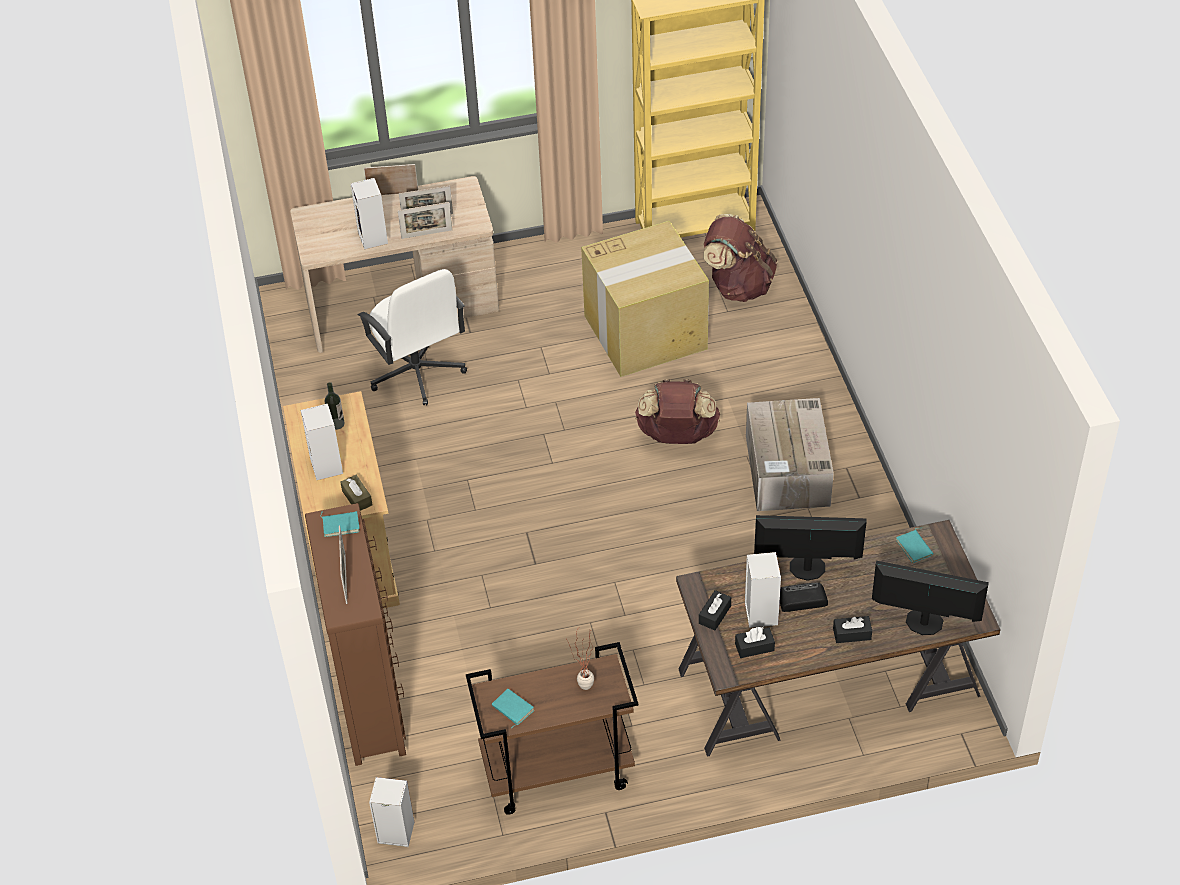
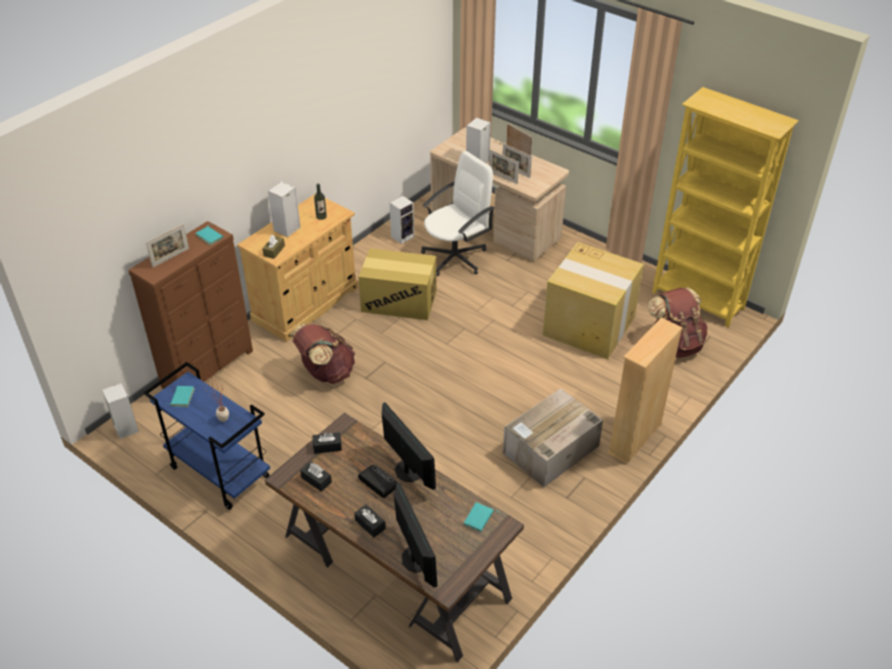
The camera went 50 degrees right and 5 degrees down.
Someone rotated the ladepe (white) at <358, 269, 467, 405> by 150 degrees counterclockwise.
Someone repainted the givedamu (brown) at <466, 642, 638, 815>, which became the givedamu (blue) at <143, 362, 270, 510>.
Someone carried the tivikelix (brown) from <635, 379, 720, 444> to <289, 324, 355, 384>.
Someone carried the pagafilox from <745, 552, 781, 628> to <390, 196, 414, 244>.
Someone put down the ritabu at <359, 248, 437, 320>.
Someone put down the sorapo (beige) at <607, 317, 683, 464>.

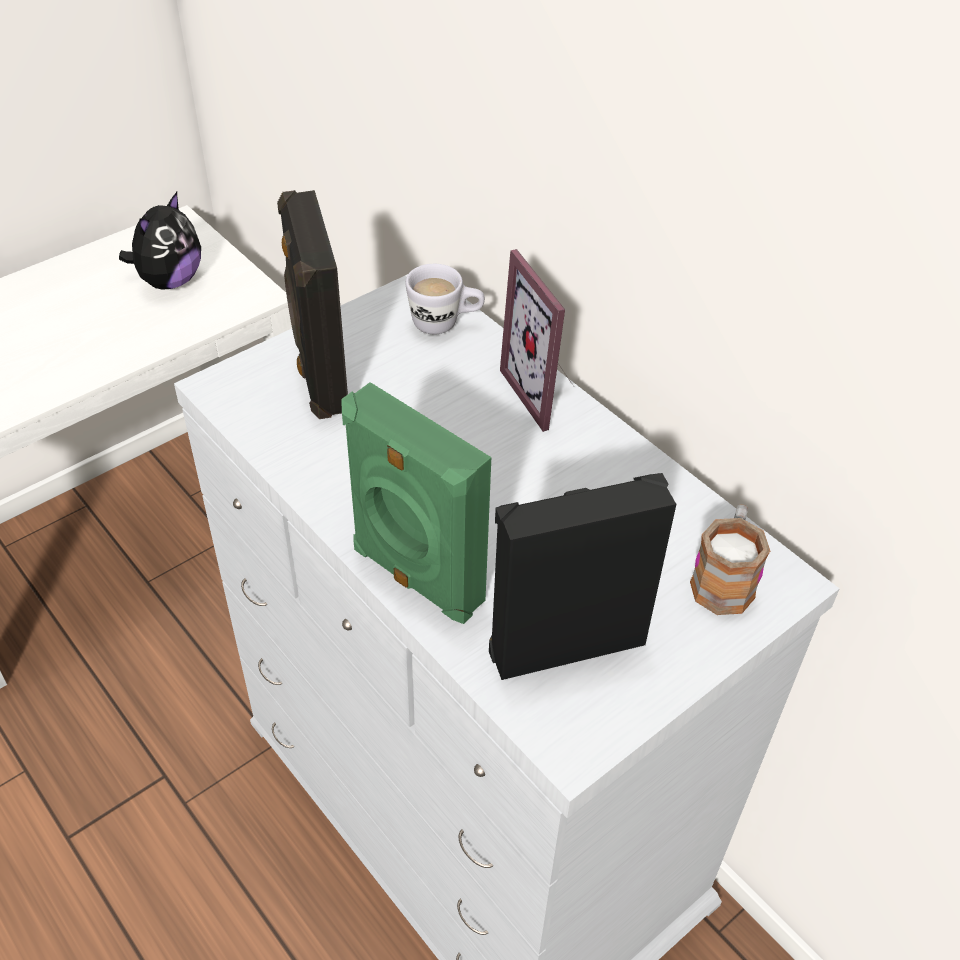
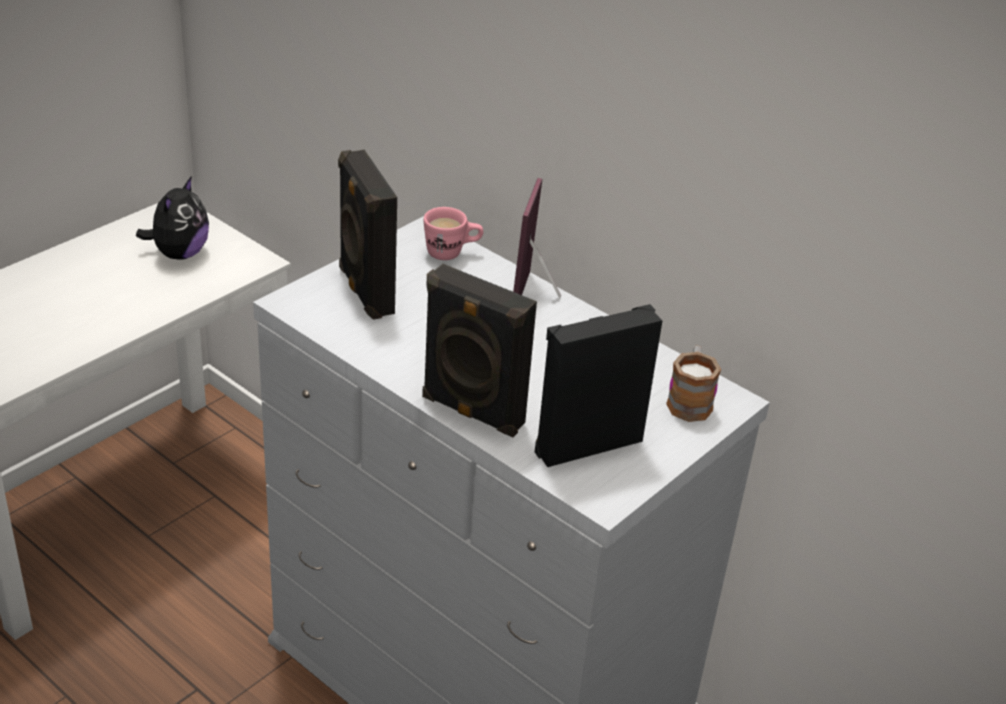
The camera went 10 degrees left and 10 degrees down.
Someone repainted the pagafilox (green) at <341, 382, 491, 624>, which became the pagafilox (black) at <422, 264, 537, 437>.
Someone repainted the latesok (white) at <406, 264, 485, 334>, which became the latesok (pink) at <423, 207, 483, 260>.
Someone rotated the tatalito at <500, 249, 573, 432> by 45 degrees clockwise.

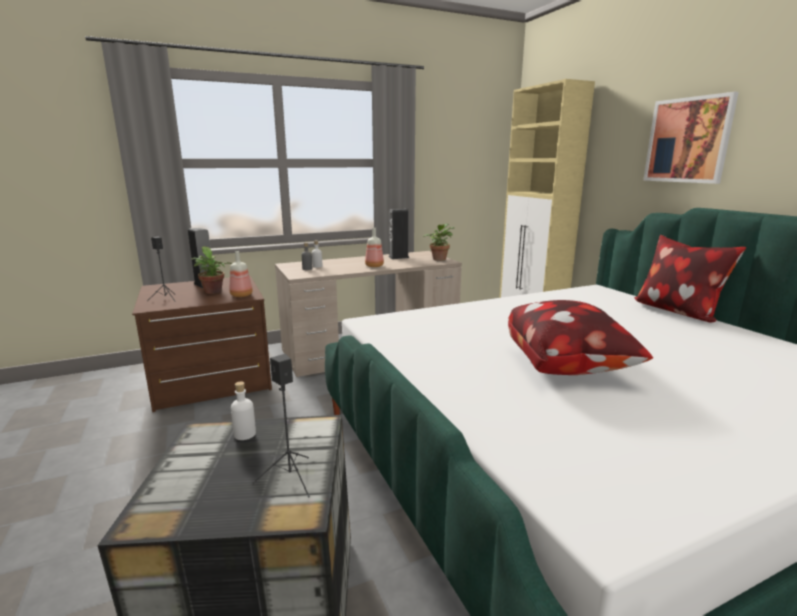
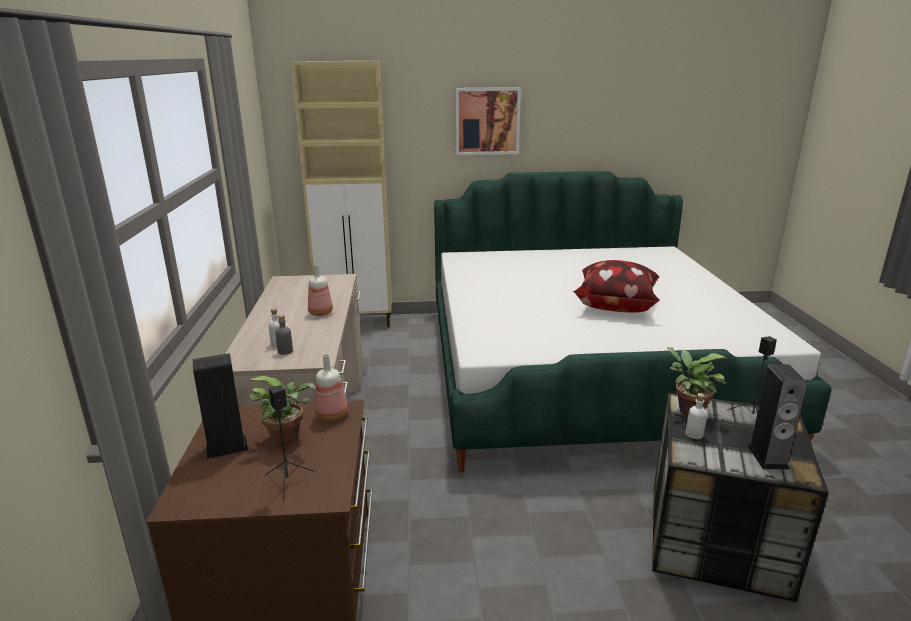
The camera went 70 degrees left and 5 degrees up.
Someone carried the pagafilox from <388, 209, 409, 259> to <748, 364, 807, 470>.
Someone carried the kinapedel from <423, 224, 454, 261> to <666, 347, 727, 416>.
Someone took away the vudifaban at <634, 235, 746, 322>.

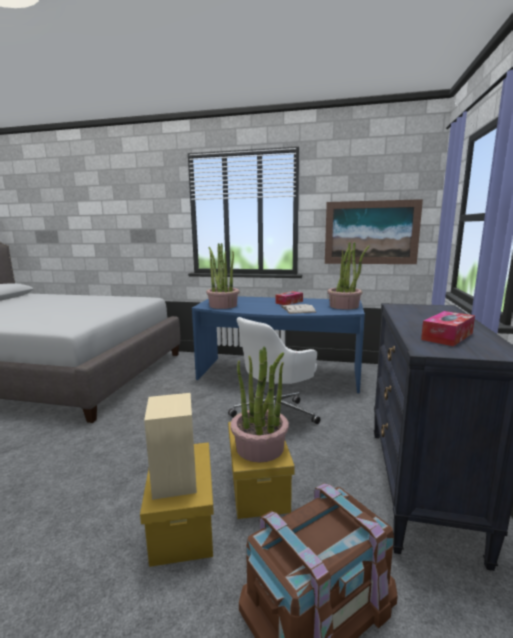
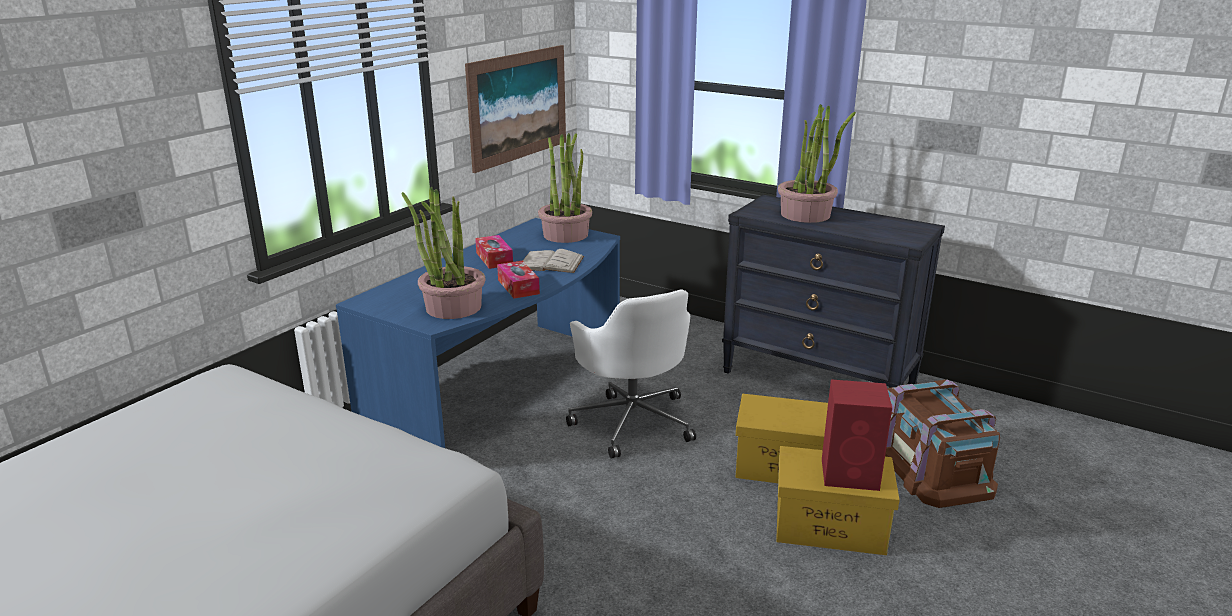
The camera went 70 degrees left and 10 degrees up.
Someone repainted the pagafilox (beige) at <144, 393, 197, 500>, which became the pagafilox (red) at <822, 379, 892, 491>.
Someone carried the kinapedel from <230, 347, 289, 463> to <778, 104, 856, 223>.
Someone carried the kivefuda from <421, 311, 475, 346> to <497, 261, 540, 299>.

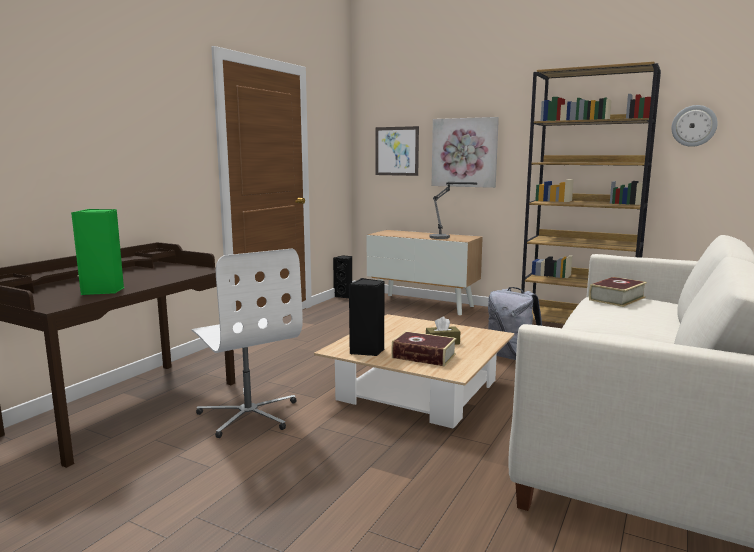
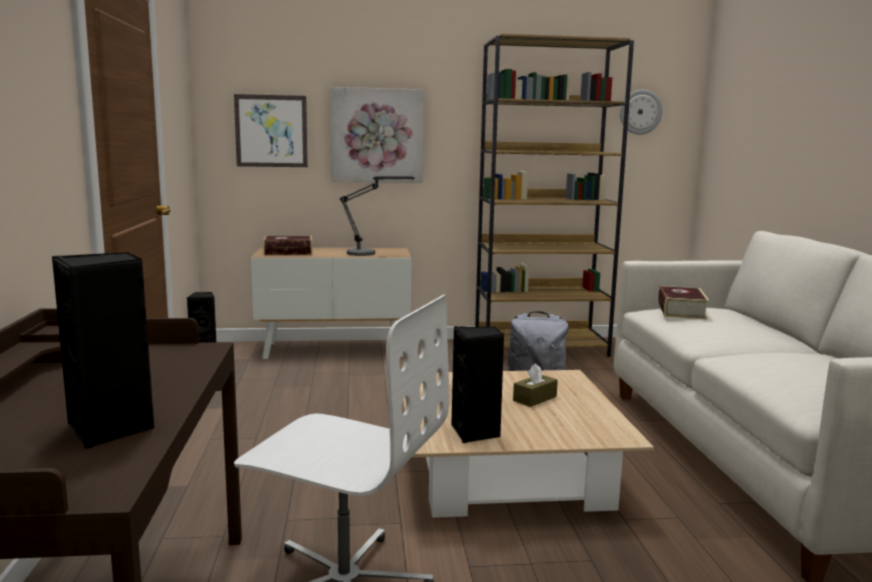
The camera went 35 degrees left and 0 degrees up.
Someone repainted the pagafilox (green) at <71, 209, 124, 295>, which became the pagafilox (black) at <52, 252, 154, 449>.
Someone carried the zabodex from <392, 331, 456, 366> to <263, 236, 312, 255>.

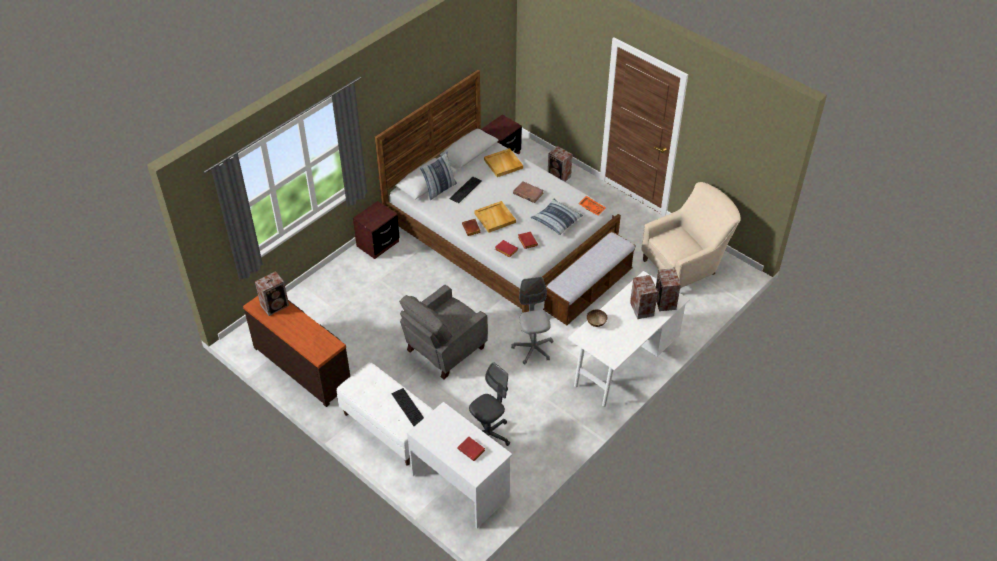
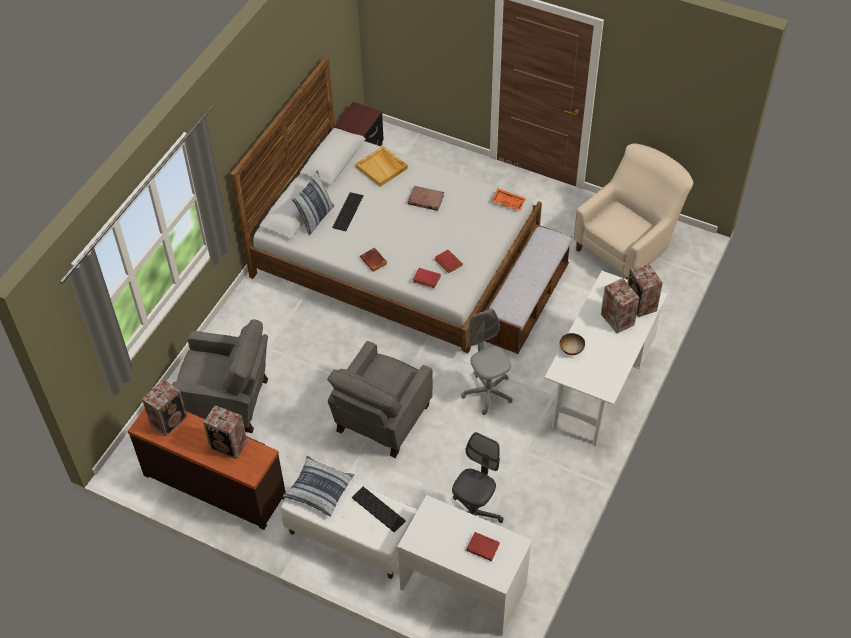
The camera went 15 degrees left and 5 degrees up.
Someone took away the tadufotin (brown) at <353, 201, 400, 259>.
Someone took away the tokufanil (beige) at <474, 201, 516, 233>.
Someone carried the vudifaban from <531, 199, 583, 235> to <282, 456, 354, 517>.
Someone carried the pagafilox from <548, 146, 573, 182> to <203, 405, 247, 459>.
Someone put down the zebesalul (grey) at <172, 319, 268, 433>.

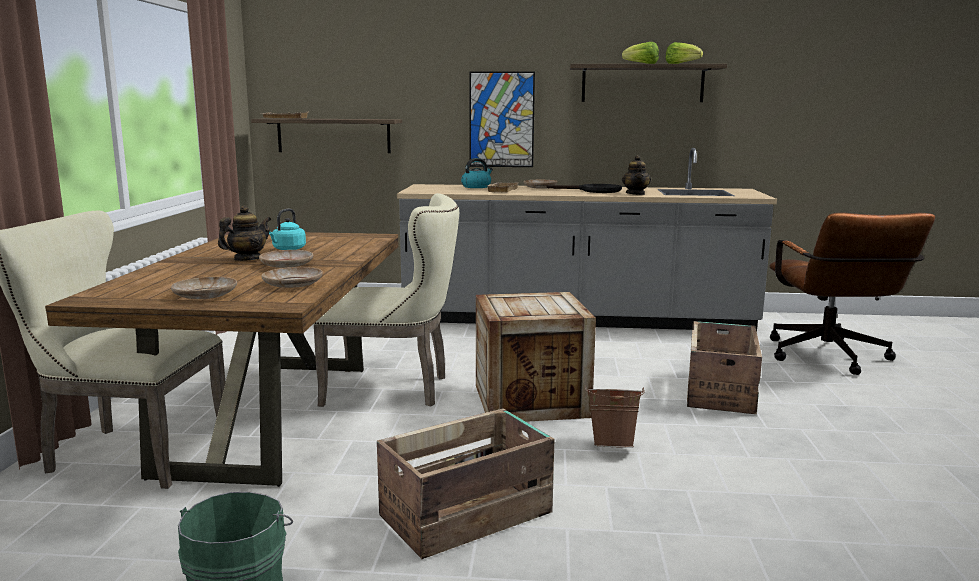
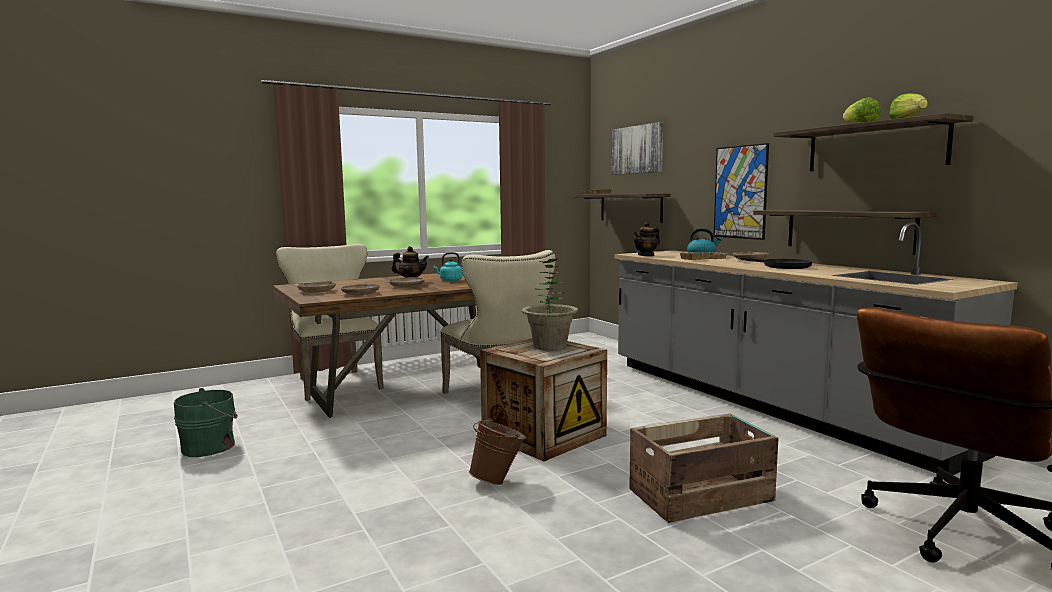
The camera went 55 degrees right and 5 degrees down.
Someone took away the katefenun at <377, 408, 554, 559>.
Someone carried the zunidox from <622, 155, 651, 195> to <633, 222, 660, 256>.
Someone put down the kinapedel at <521, 259, 578, 350>.
Someone put up the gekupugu at <612, 122, 663, 175>.
Someone put up the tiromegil at <753, 210, 938, 255>.

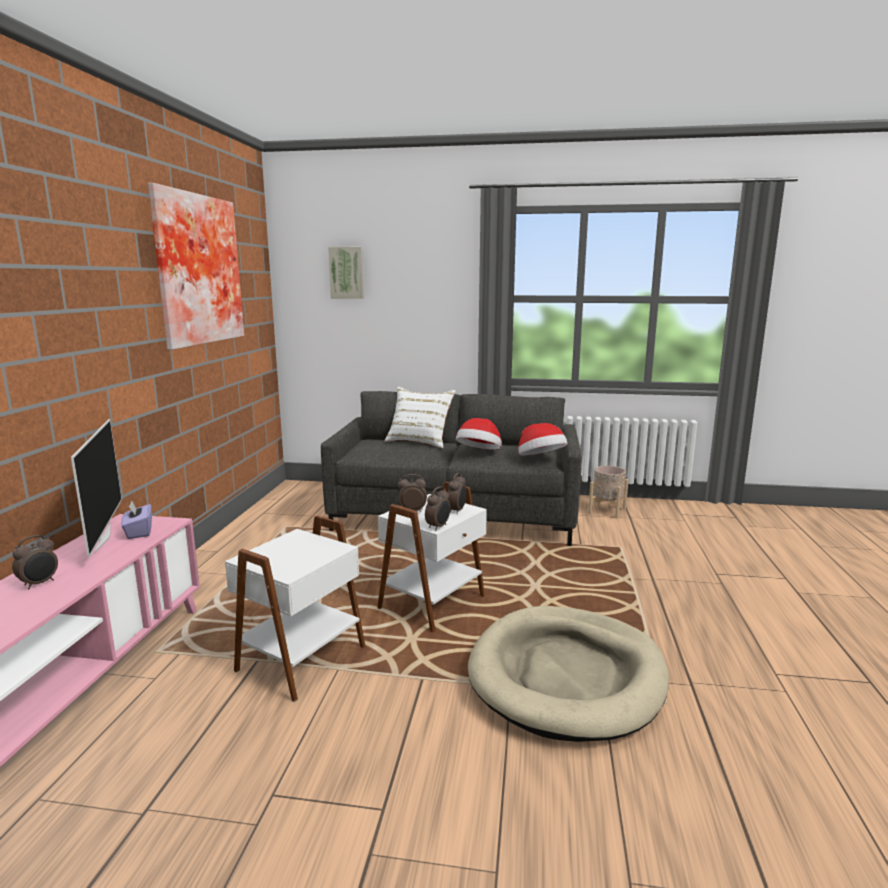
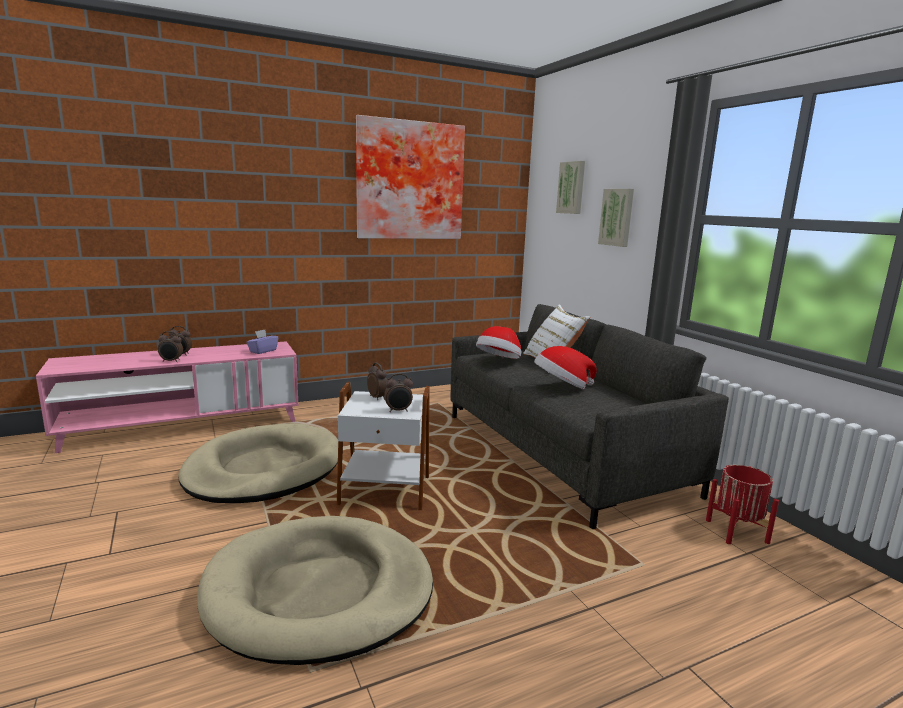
The camera went 55 degrees right and 0 degrees up.
Someone took away the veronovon at <71, 419, 122, 557>.
Someone swapped the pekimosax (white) at <225, 516, 365, 702> for the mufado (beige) at <178, 423, 338, 503>.
Someone carried the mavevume from <425, 487, 450, 531> to <158, 331, 183, 362>.
Someone carried the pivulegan from <518, 423, 568, 456> to <476, 326, 522, 359>.
Someone repainted the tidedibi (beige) at <588, 466, 628, 518>, which became the tidedibi (red) at <706, 465, 779, 544>.
Someone put up the gekupugu at <598, 189, 634, 247>.

